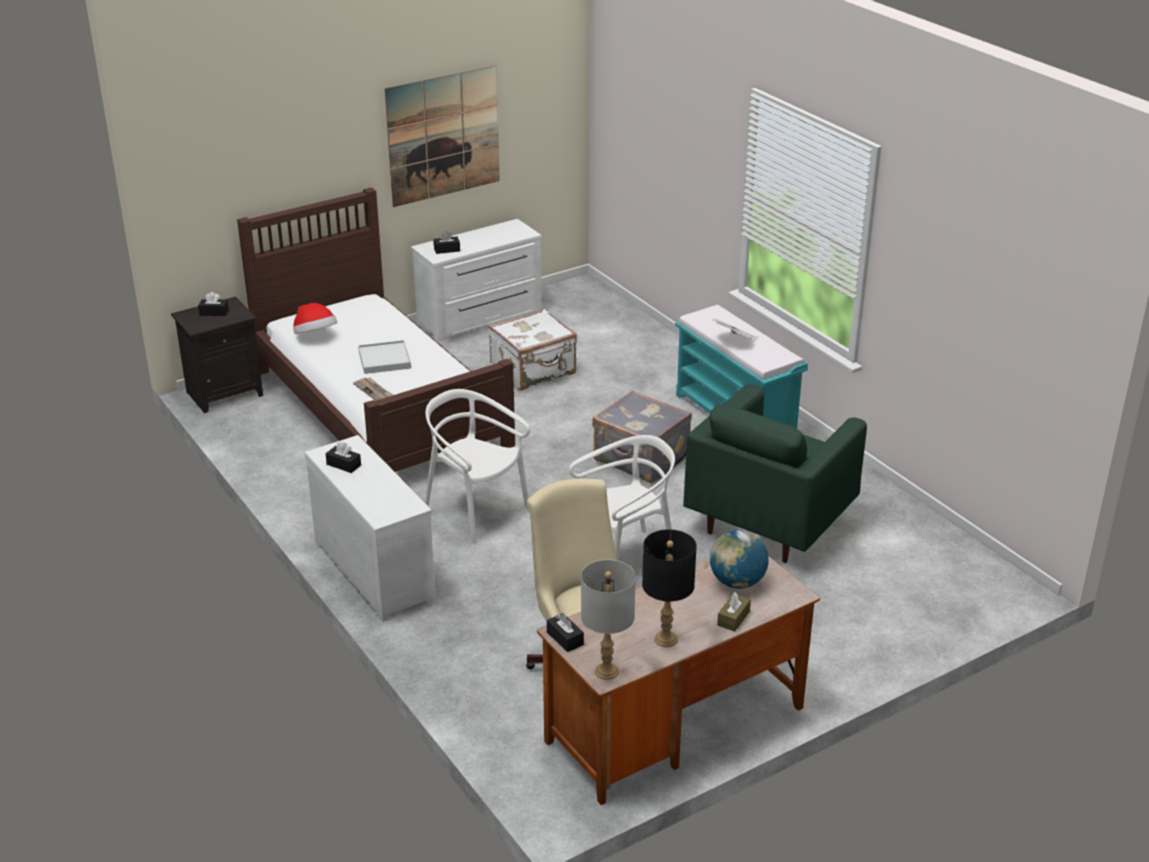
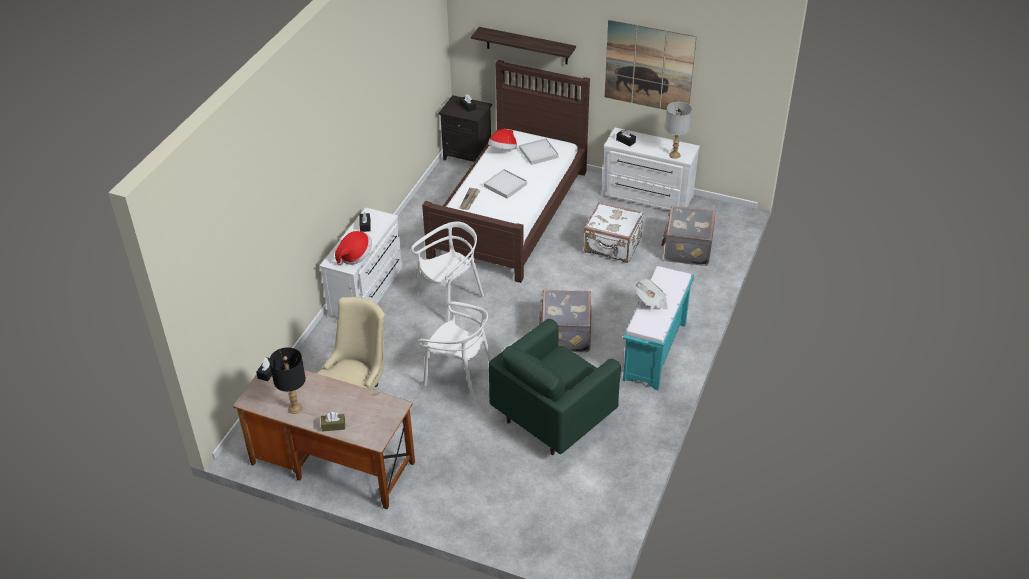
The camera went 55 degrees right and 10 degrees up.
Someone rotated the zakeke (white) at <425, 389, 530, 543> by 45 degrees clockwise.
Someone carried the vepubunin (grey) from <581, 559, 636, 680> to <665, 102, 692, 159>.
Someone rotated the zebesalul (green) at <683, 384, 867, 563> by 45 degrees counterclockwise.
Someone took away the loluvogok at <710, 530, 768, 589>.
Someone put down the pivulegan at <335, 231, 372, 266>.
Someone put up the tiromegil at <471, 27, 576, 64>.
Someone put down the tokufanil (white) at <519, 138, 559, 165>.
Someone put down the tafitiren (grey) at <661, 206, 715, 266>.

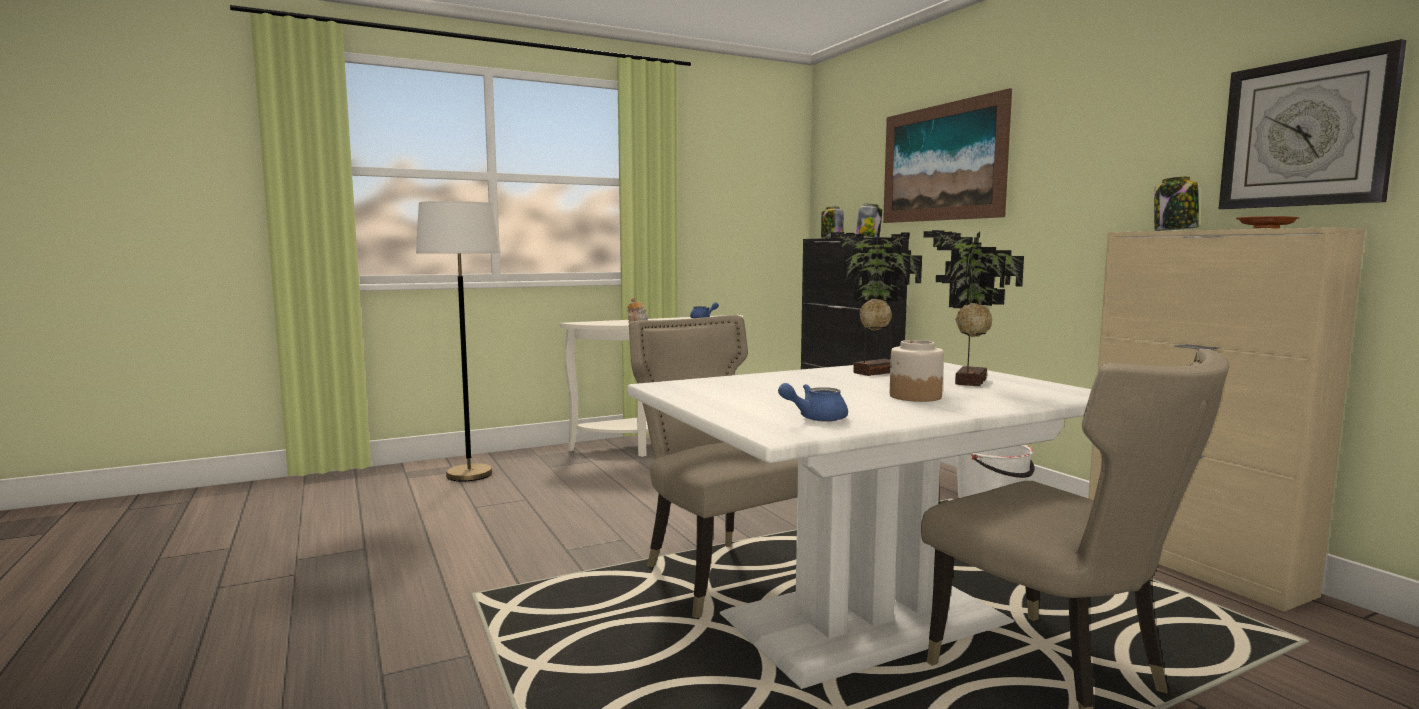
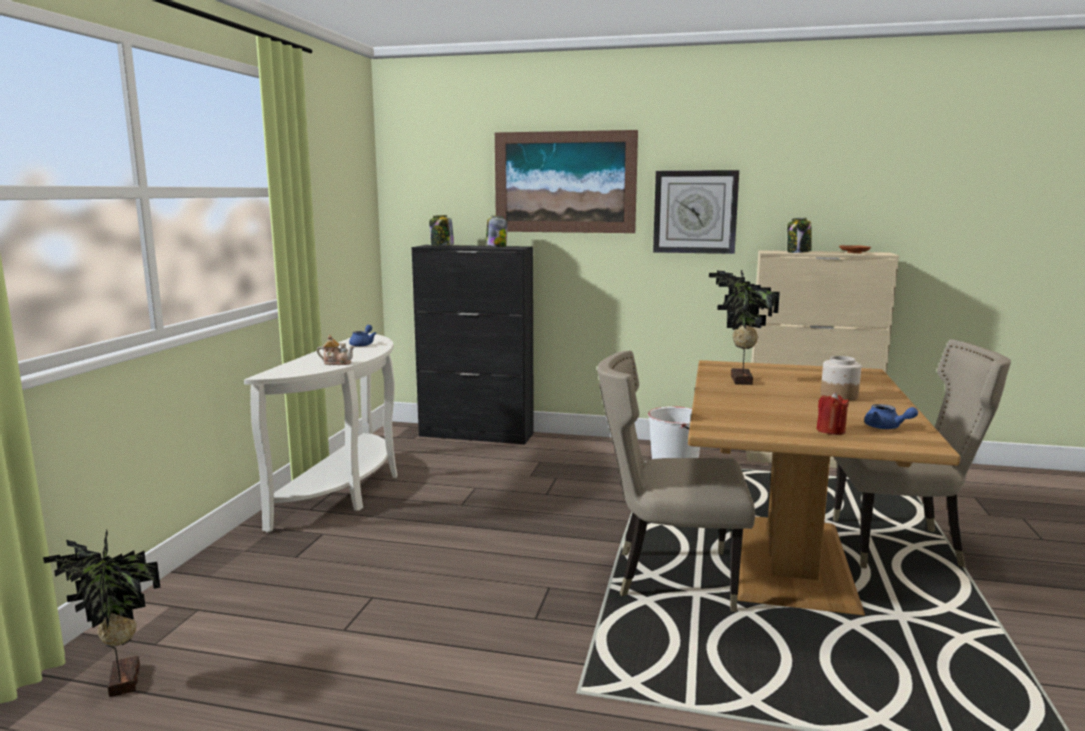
The camera went 50 degrees left and 5 degrees up.
Someone took away the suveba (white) at <416, 201, 501, 482>.
Someone repainted the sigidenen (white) at <627, 362, 1091, 689>, which became the sigidenen (brown) at <688, 360, 960, 615>.
Someone rotated the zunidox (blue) at <778, 383, 848, 422> by 60 degrees counterclockwise.
Someone carried the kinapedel from <923, 230, 1024, 386> to <43, 530, 160, 697>.
Someone carried the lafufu from <1219, 39, 1406, 209> to <653, 170, 739, 254>.
Someone put down the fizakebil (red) at <816, 392, 849, 435>.

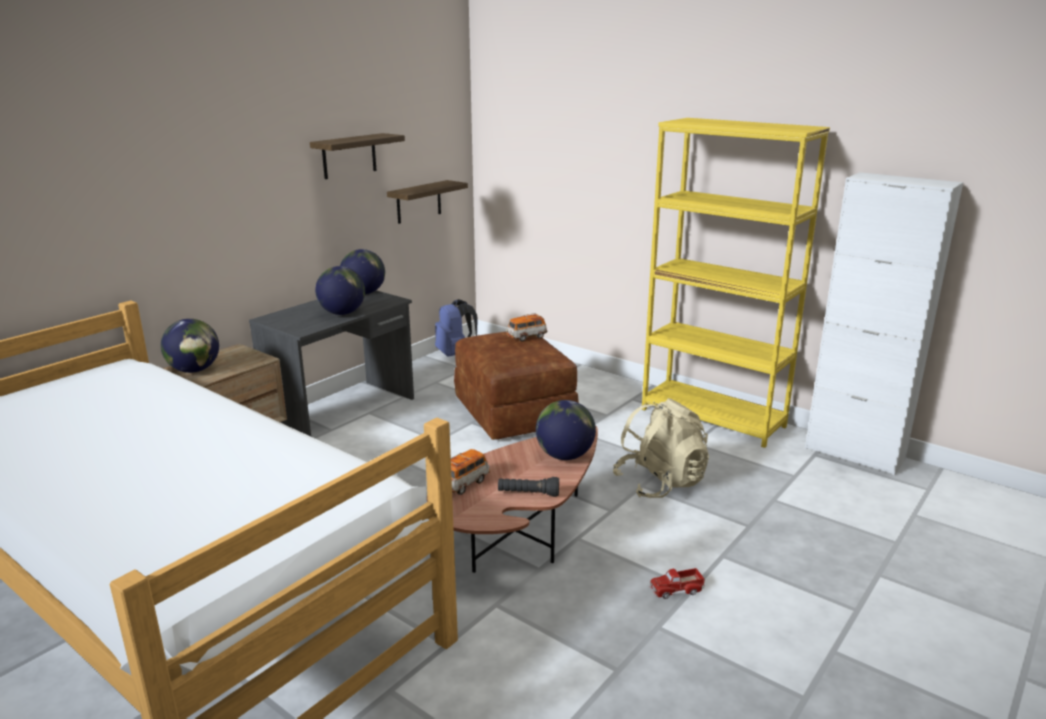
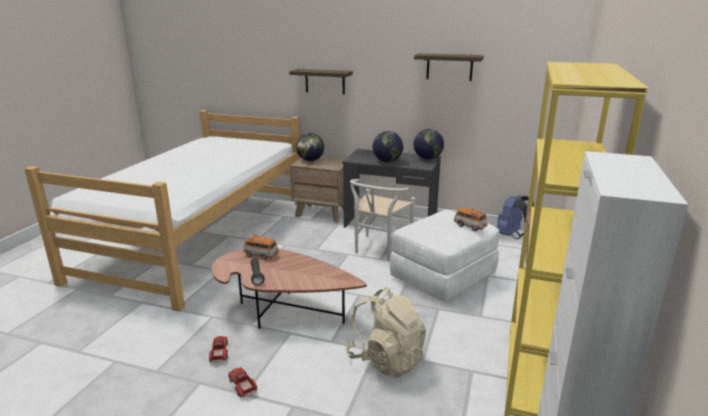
The camera went 70 degrees right and 0 degrees up.
Someone carried the tiromegil from <387, 180, 468, 224> to <289, 69, 353, 94>.
Someone repainted the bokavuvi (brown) at <454, 331, 579, 440>, which became the bokavuvi (white) at <390, 210, 499, 302>.
Someone took away the loluvogok at <536, 400, 596, 460>.
Someone put down the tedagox at <209, 336, 228, 363>.
Someone put down the zakeke (white) at <350, 179, 415, 261>.

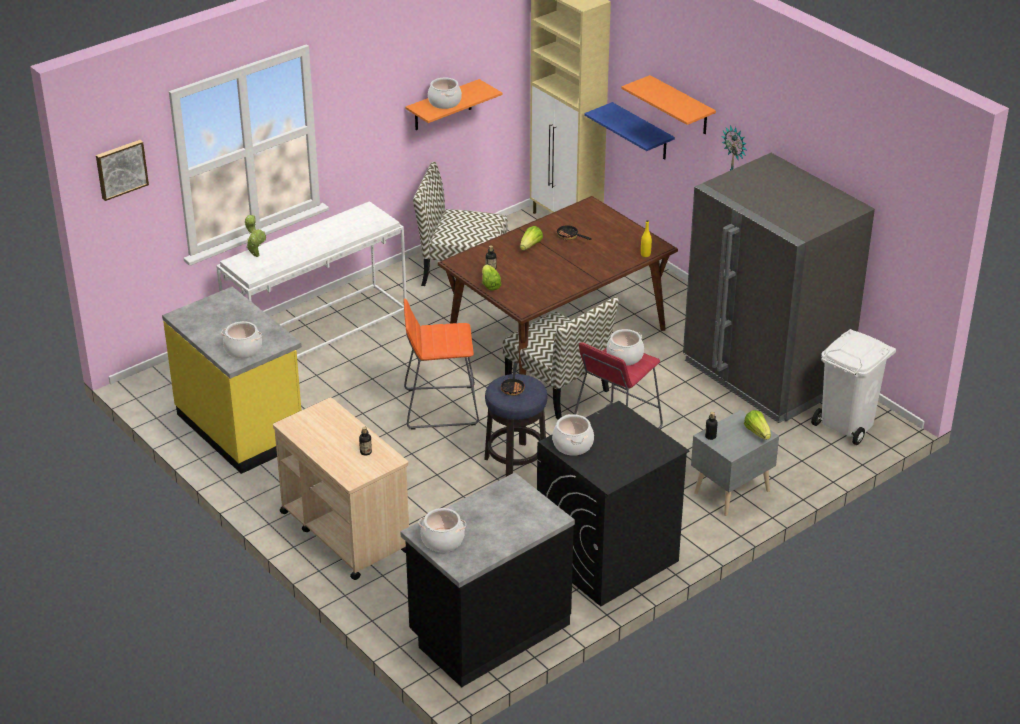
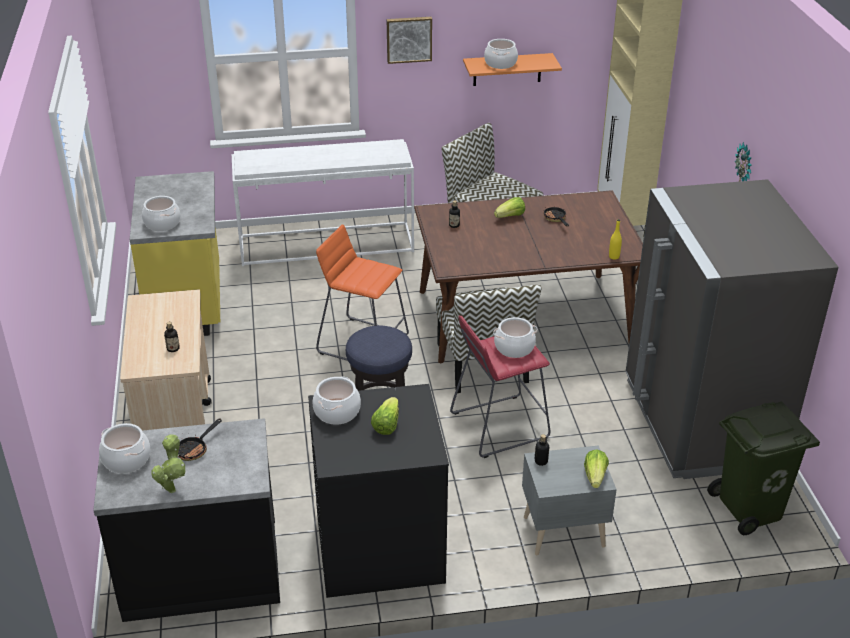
The camera went 30 degrees right and 0 degrees up.
Someone carried the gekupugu from <96, 140, 149, 201> to <387, 17, 432, 64>.
Someone carried the kinapedel from <244, 215, 266, 257> to <152, 434, 186, 493>.
Someone carried the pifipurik from <482, 265, 501, 291> to <371, 397, 399, 435>.
Someone carried the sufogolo from <501, 362, 525, 396> to <178, 419, 222, 461>.
Someone took away the tiromegil (blue) at <584, 102, 675, 160>.
Someone took away the tiromegil (orange) at <621, 75, 716, 134>.
Someone repainted the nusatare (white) at <811, 329, 896, 445>, which became the nusatare (green) at <707, 402, 820, 535>.

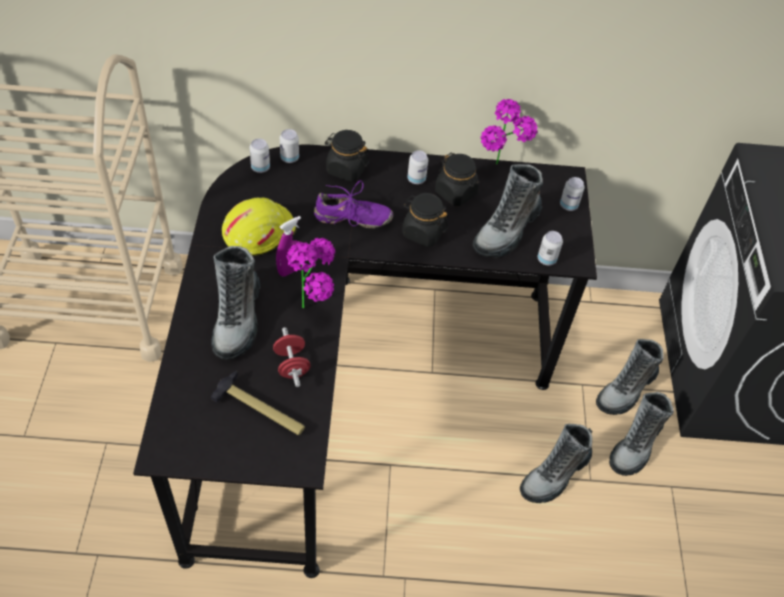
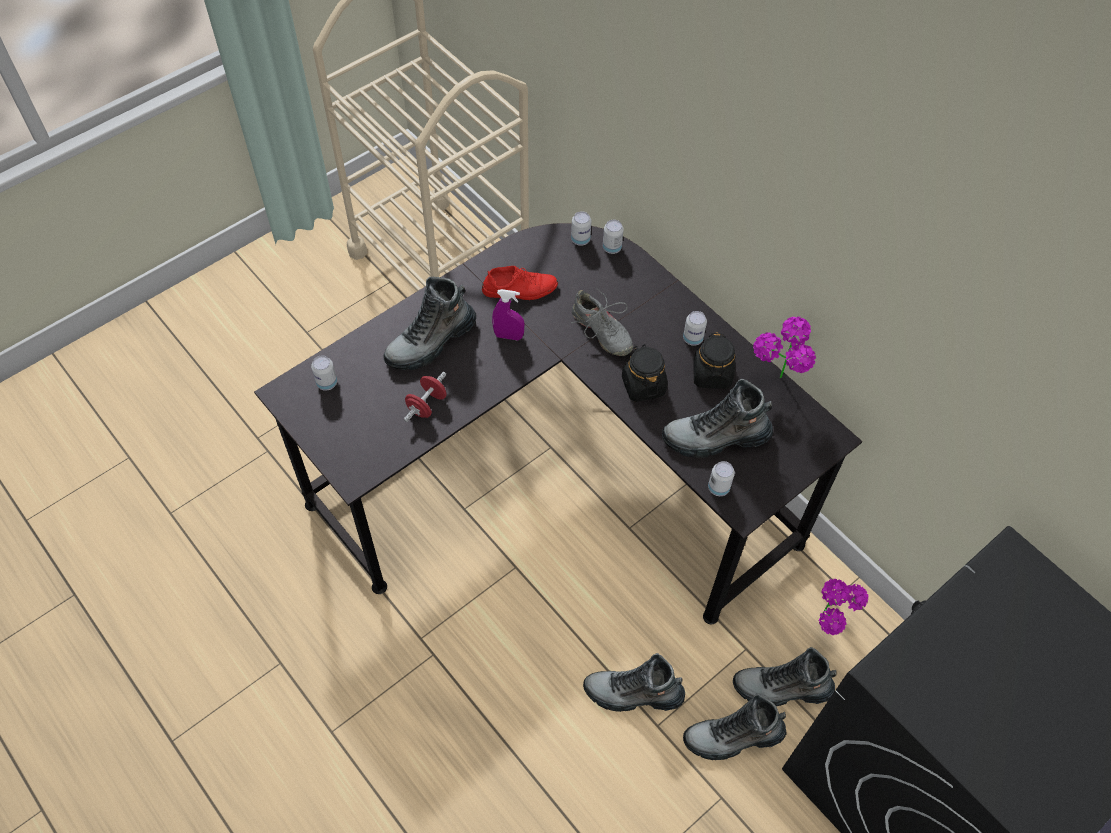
The camera went 50 degrees right and 5 degrees up.
Someone took away the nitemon at <211, 371, 305, 435>.
Someone swapped the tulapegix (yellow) at <222, 198, 296, 256> for the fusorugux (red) at <482, 266, 558, 300>.
Someone carried the kinapedel from <287, 238, 335, 308> to <818, 579, 868, 635>.
Someone repainted the fusorugux (purple) at <314, 180, 393, 228>, which became the fusorugux (grey) at <570, 287, 633, 356>.
Someone took away the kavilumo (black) at <325, 130, 369, 182>.
Someone carried the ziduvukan from <560, 177, 585, 211> to <311, 355, 337, 391>.

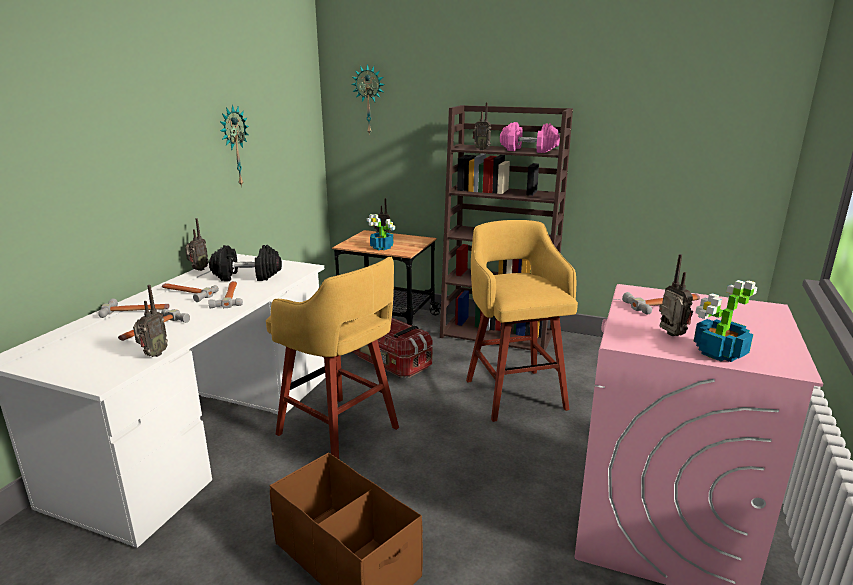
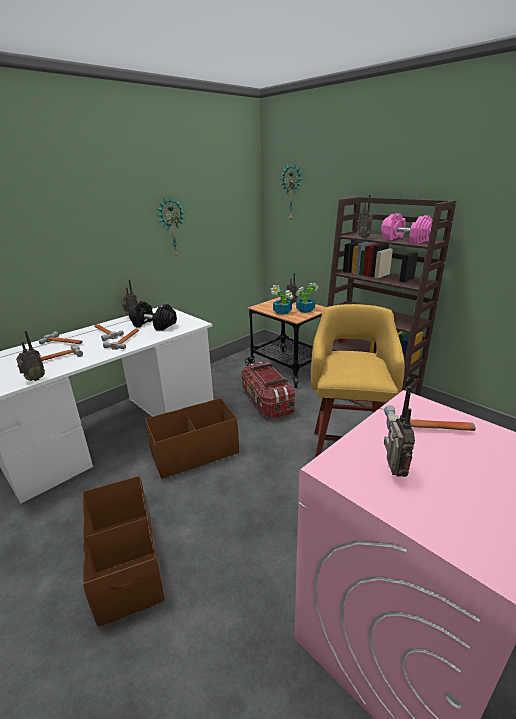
The camera went 25 degrees right and 5 degrees up.
Someone swapped the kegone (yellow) at <266, 257, 399, 459> for the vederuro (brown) at <145, 398, 239, 479>.
Someone carried the kinapedel from <693, 280, 758, 362> to <296, 283, 318, 313>.

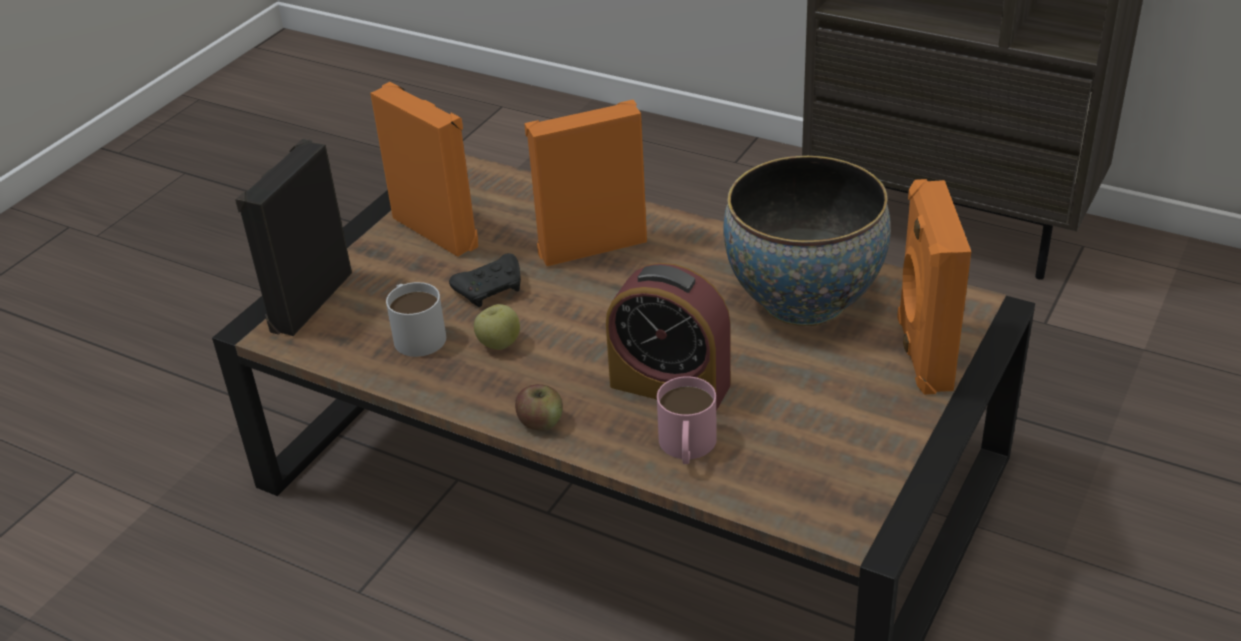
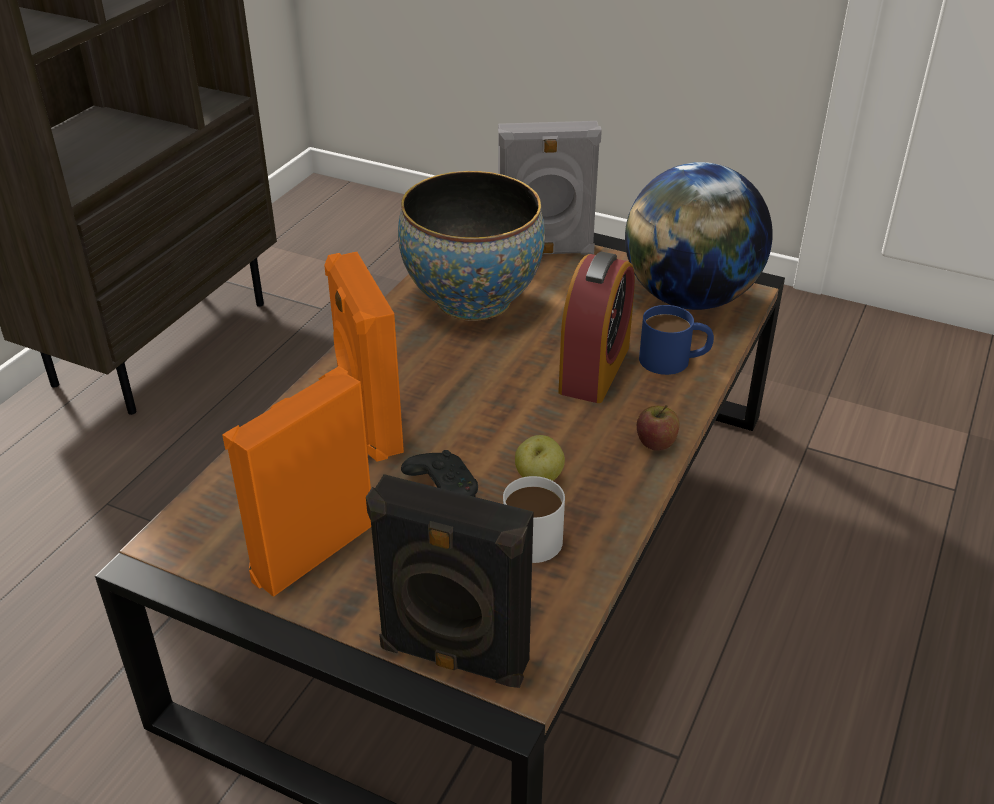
The camera went 95 degrees left and 0 degrees up.
Someone repainted the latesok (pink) at <657, 376, 717, 464>, which became the latesok (blue) at <639, 305, 714, 375>.
Someone repainted the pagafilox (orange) at <897, 179, 971, 395>, which became the pagafilox (grey) at <498, 121, 602, 255>.
Someone put down the loluvogok at <625, 162, 773, 310>.

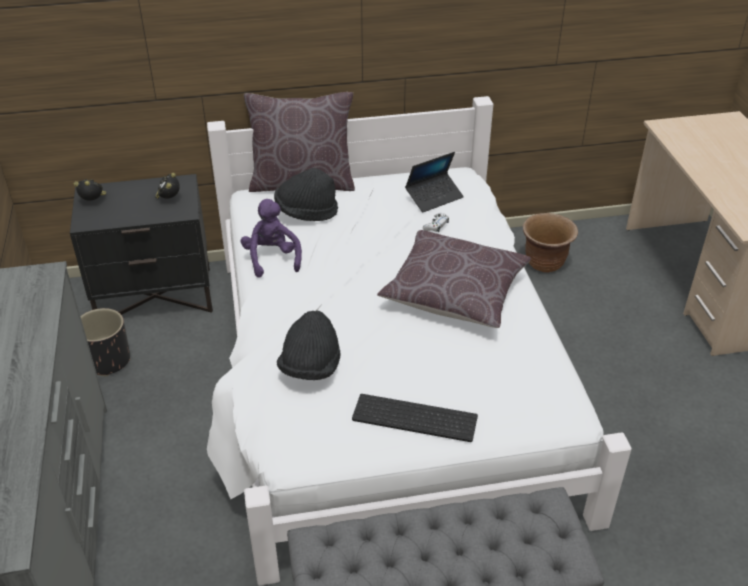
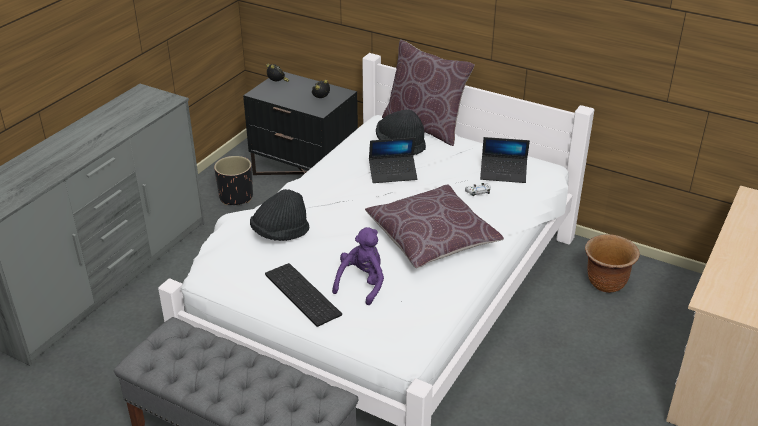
The camera went 40 degrees right and 5 degrees down.
Someone carried the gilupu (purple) from <241, 199, 302, 278> to <332, 227, 384, 305>.
Someone put down the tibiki at <369, 137, 418, 183>.

